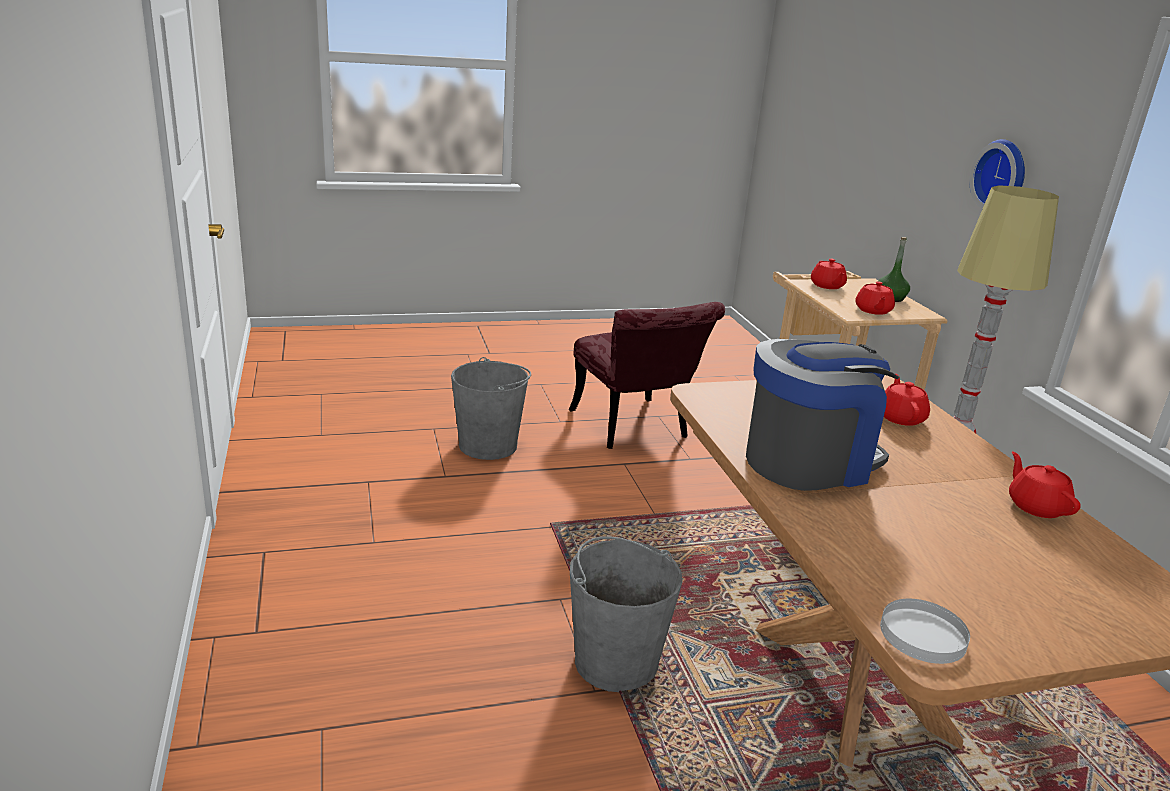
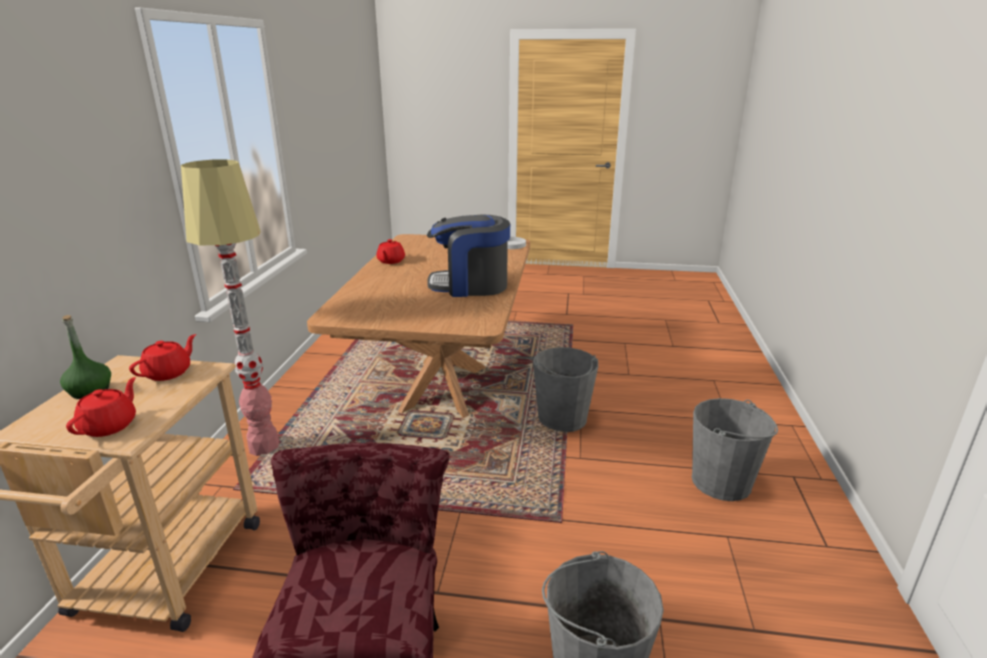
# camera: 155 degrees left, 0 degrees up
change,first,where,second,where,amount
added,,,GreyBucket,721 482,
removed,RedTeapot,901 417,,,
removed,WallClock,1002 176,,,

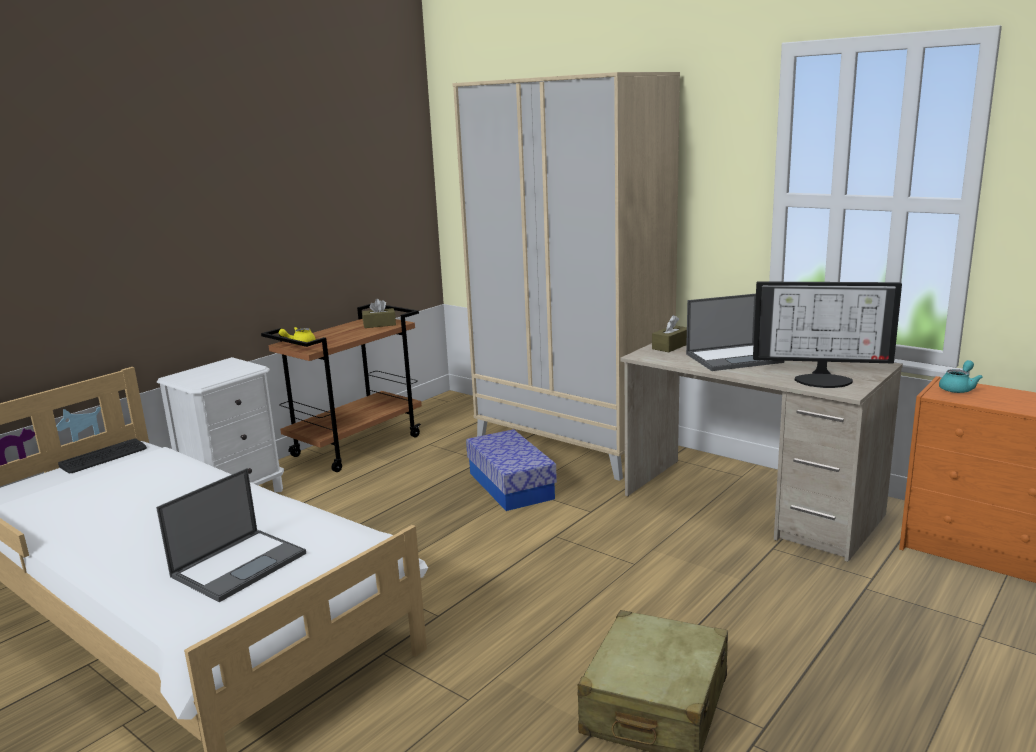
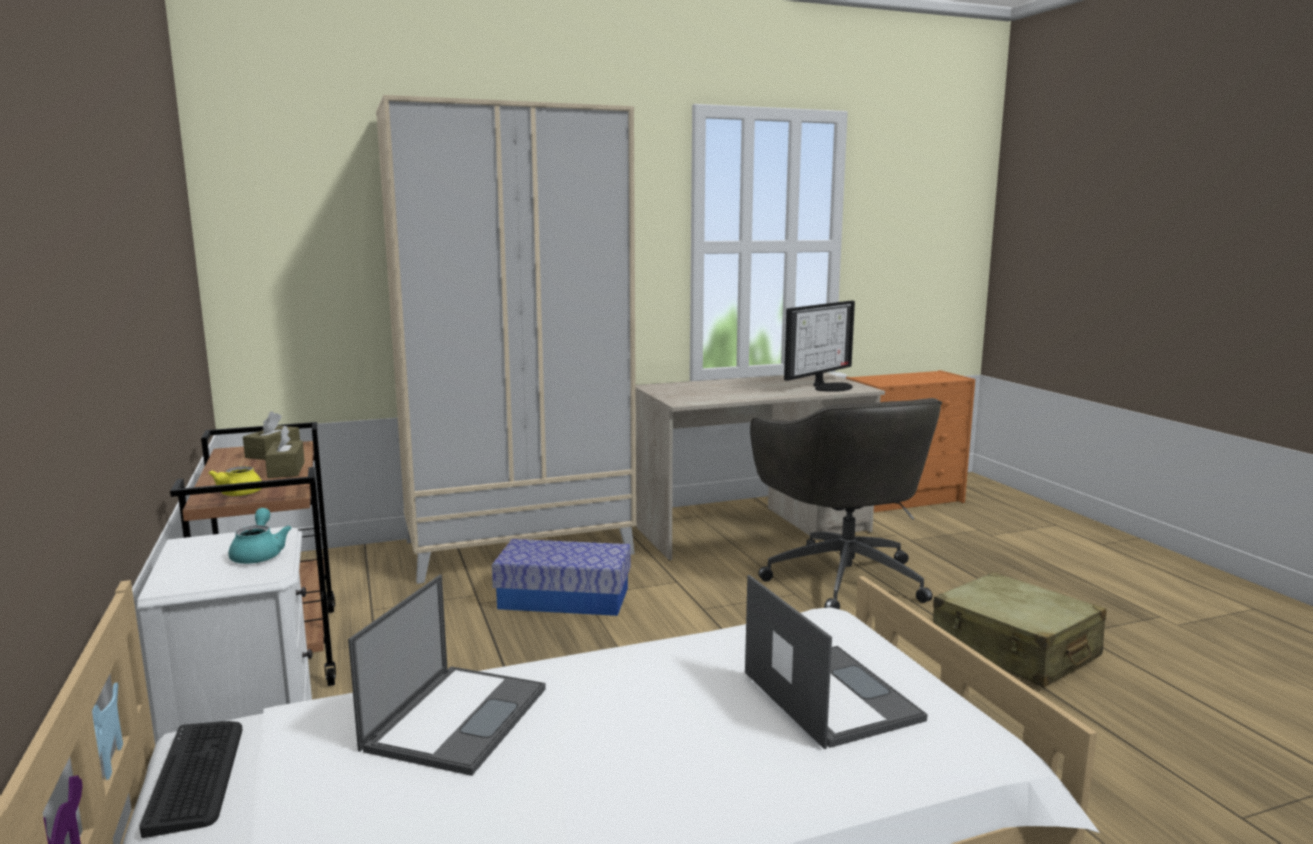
# camera: 60 degrees left, 5 degrees down
change,first,where,second,where,amount
moved,TurquoiseTeapot,958 388,,259 554,
moved,BrownTissueBox,671 346,,286 470,
moved,Laptop,734 358,,457 717,
added,,,GreyOfficeChair,843 577,

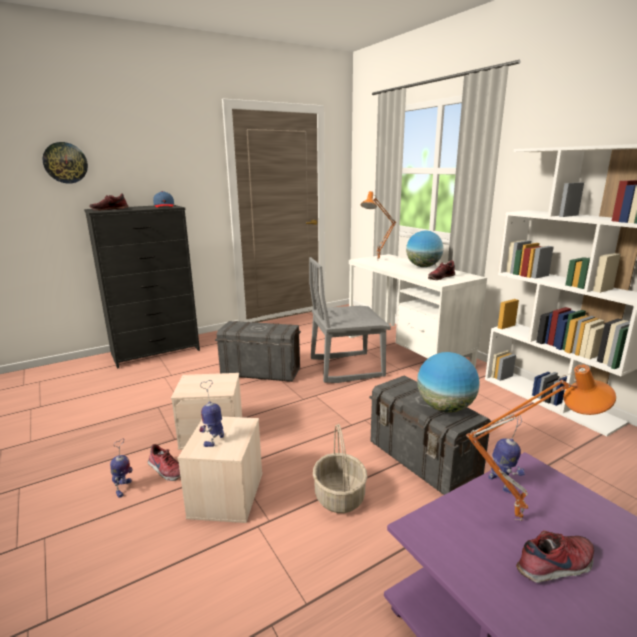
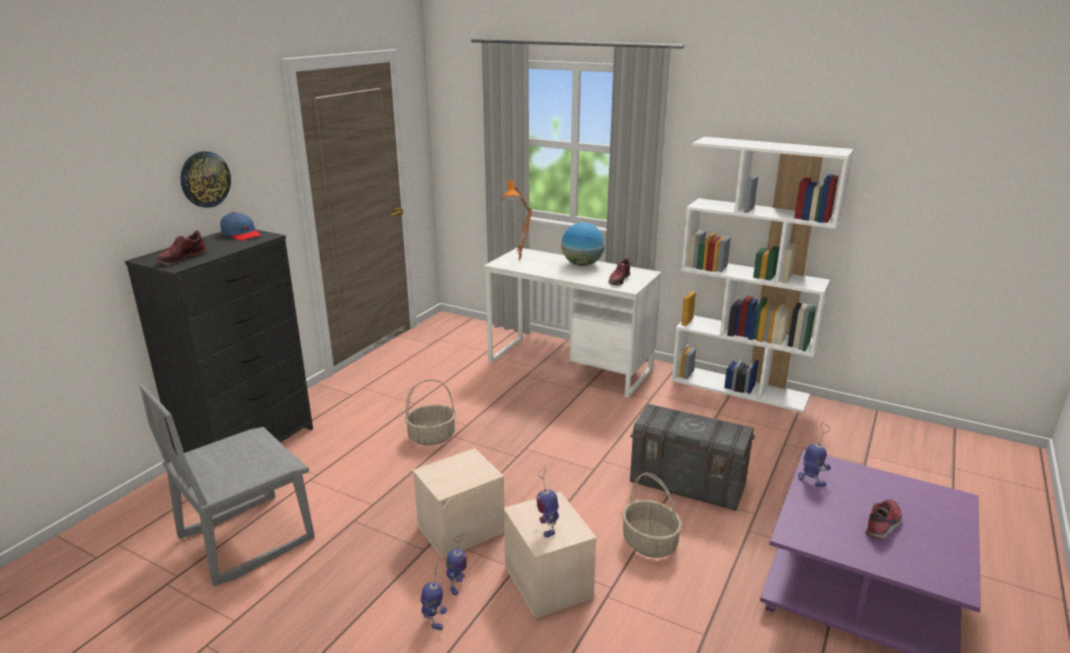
# camera: 30 degrees left, 5 degrees up
change,first,where,second,where,amount
moved,GreyChair,346 367,,246 538,
moved,WallClock,65 163,,205 179,
replaced,GreyStorageBox,260 372,Basket,431 437,
replaced,Shoe,165 470,ToyRobot,457 585,
removed,Globe,445 408,,,
removed,OrangeTableLamp,518 517,,,

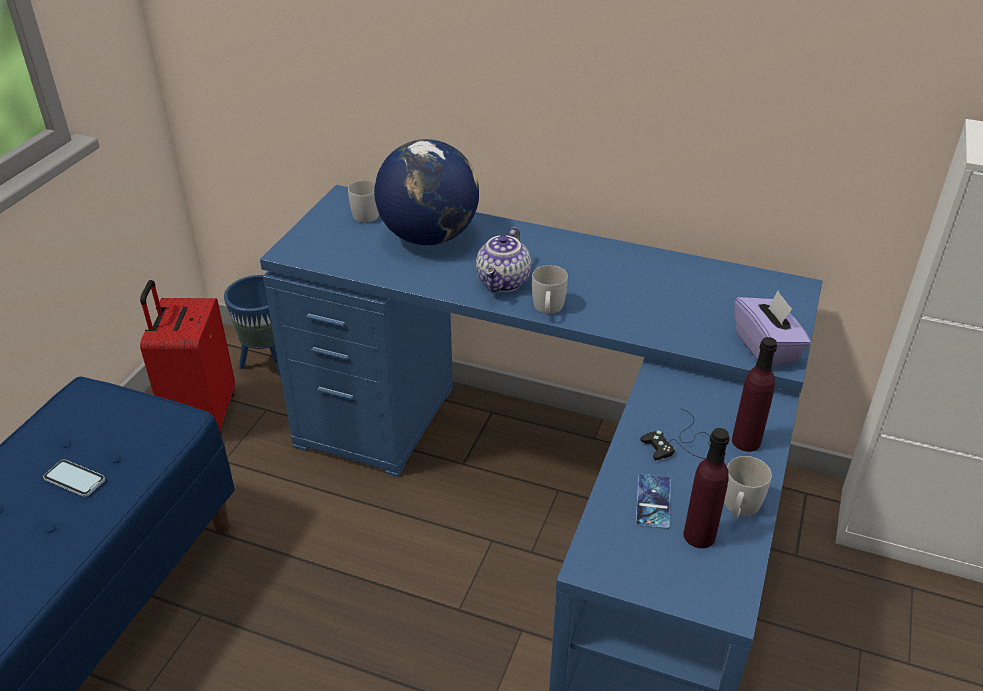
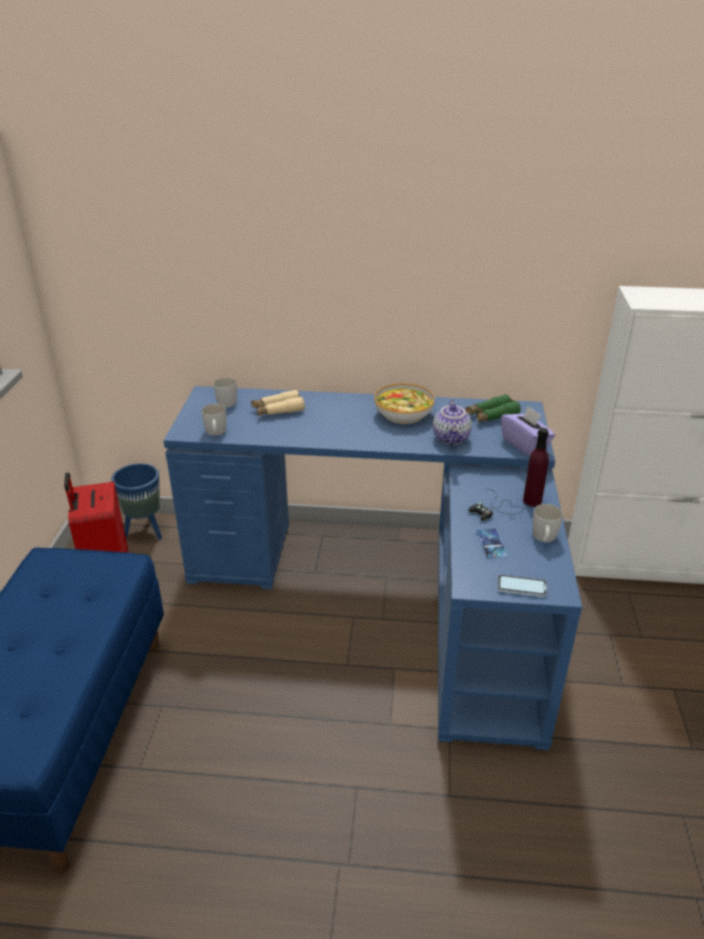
# camera: 15 degrees left, 5 degrees down
change,first,where,second,where,amount
moved,WhiteMug,548 309,,216 433,
replaced,Globe,429 237,BeigeBinoculars,277 410,
added,,,Bowl,403 413,
moved,Teapot,504 282,,452 438,
added,,,GreenBinoculars,491 415,
moved,Phone,74 479,,521 587,
removed,PurpleBottle,699 535,,,

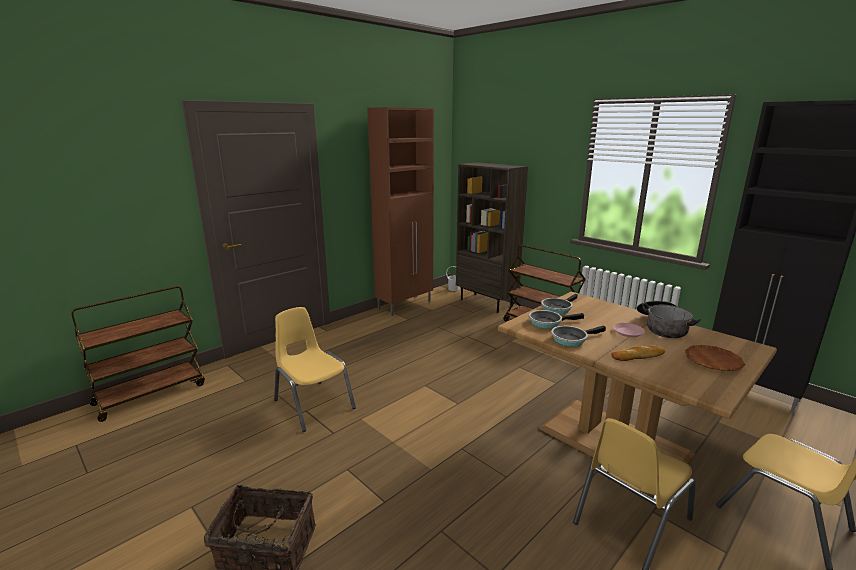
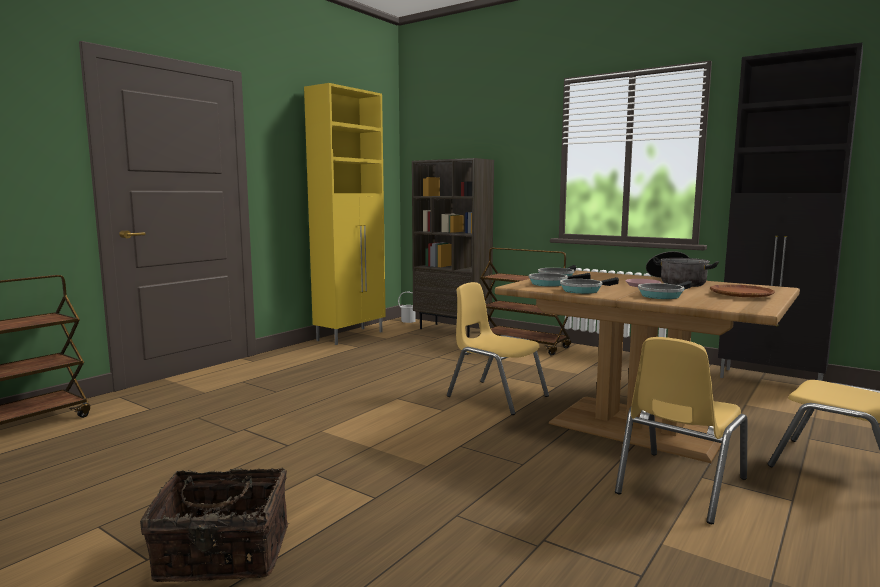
# camera: 10 degrees left, 10 degrees down
change,first,where,second,where,amount
recoloured,BrownCabinet,405 305,YellowCabinet,351 336,
moved,YellowChair,313 404,,496 396,
replaced,Bread,638 356,FryingPan,662 295,

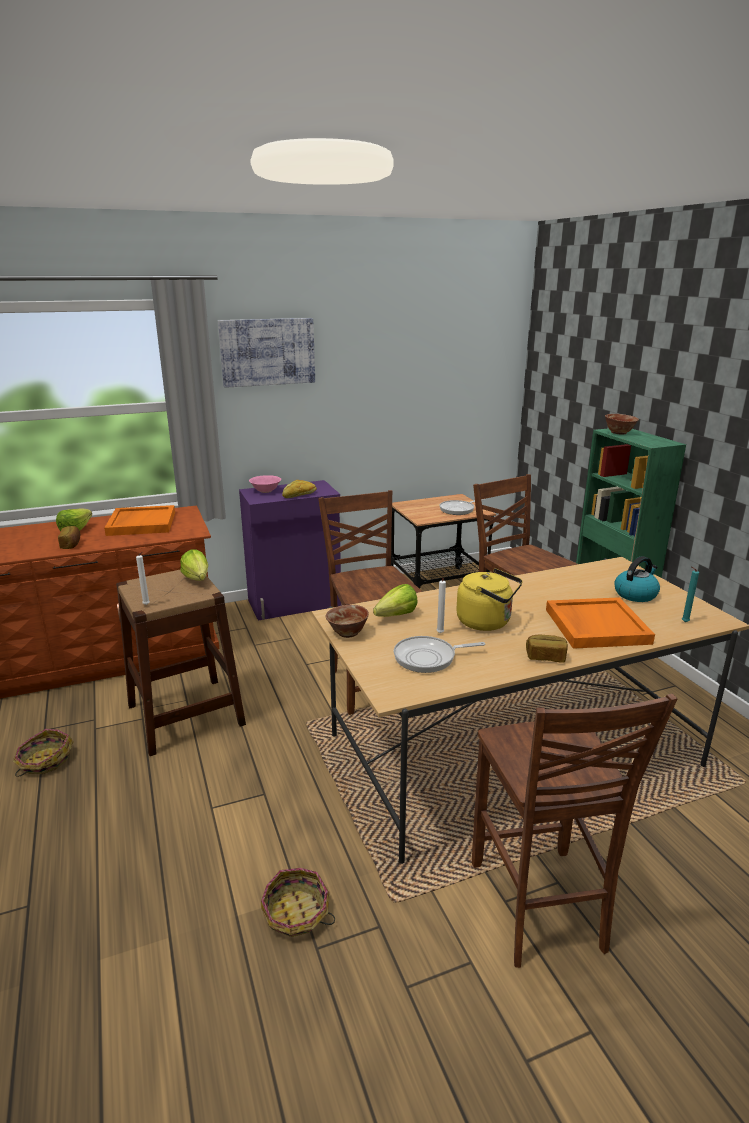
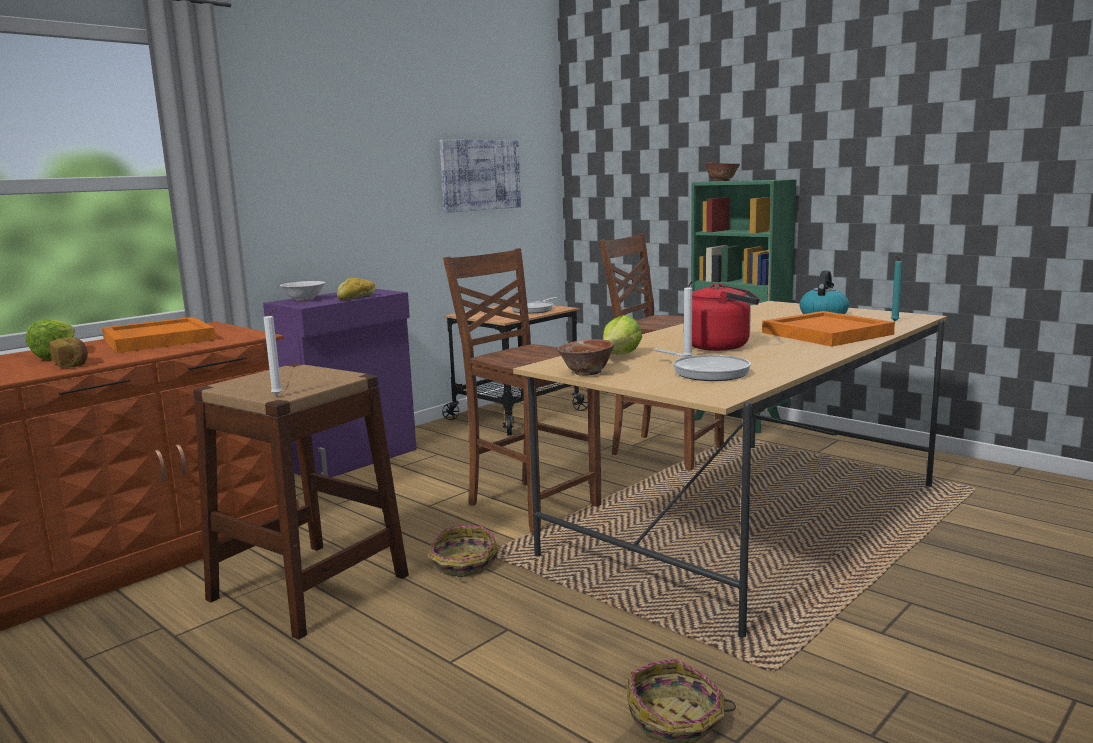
# camera: 25 degrees left, 10 degrees down
change,first,where,second,where,amount
recoloured,PinkBowl,266 491,WhiteBowl,304 300,
moved,Basket,44 761,,463 564,
moved,Picture,267 352,,480 175,
turned,FryingPan,428 658,,707 372,90 degrees counterclockwise
recoloured,YellowKettle,487 622,RedKettle,721 346,
removed,Lettuce,197 581,,,
removed,BrownChair,538 908,,,
removed,Bread,546 657,,,

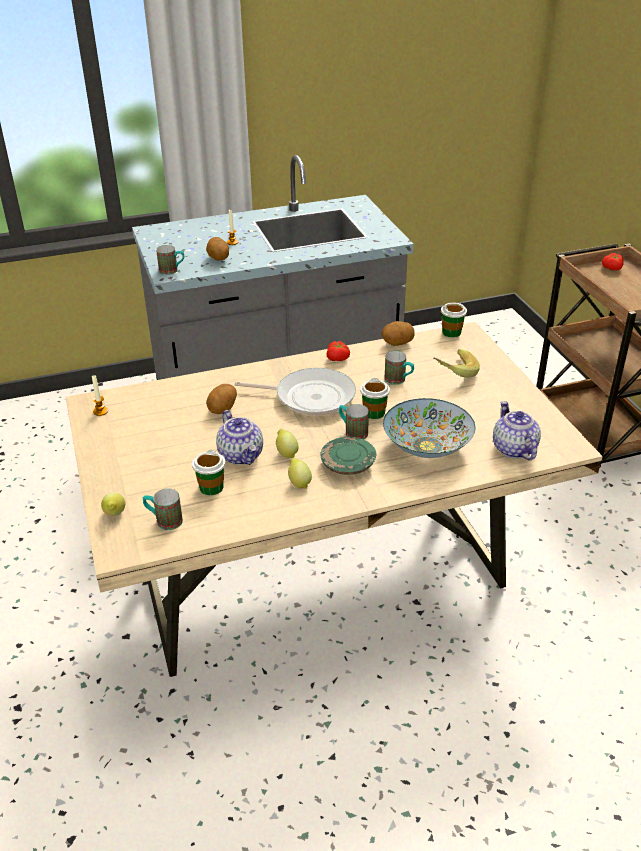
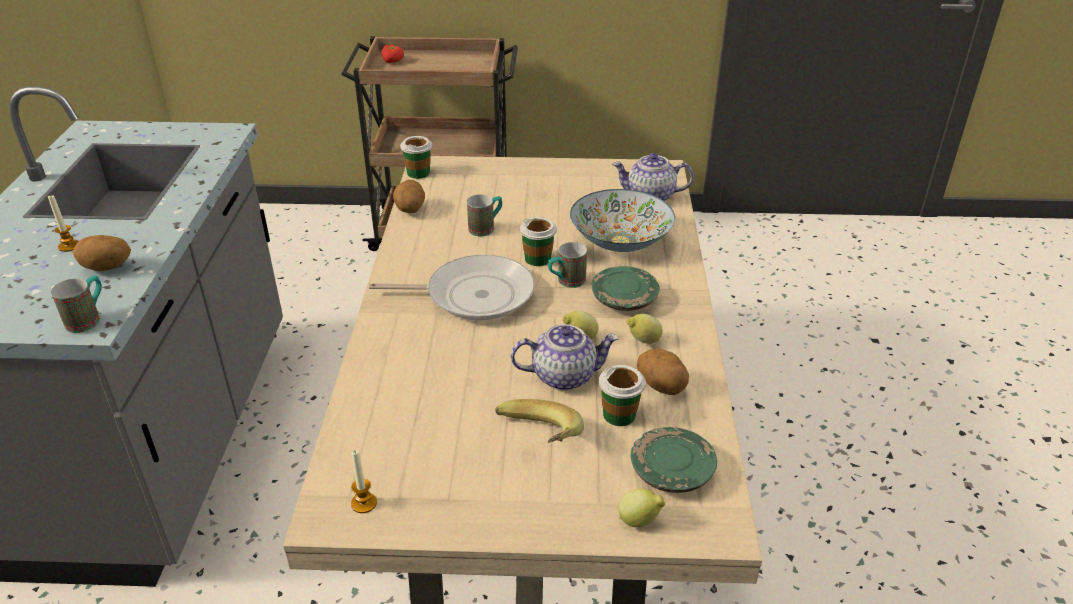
# camera: 70 degrees left, 0 degrees up
change,first,where,second,where,amount
turned,FryingPan,310 397,,473 295,60 degrees clockwise
moved,Banana,452 372,,536 441,
replaced,Mug,164 521,GreenPlate,671 471,
moved,Potato,223 409,,661 386,
removed,Tomato,338 358,,,

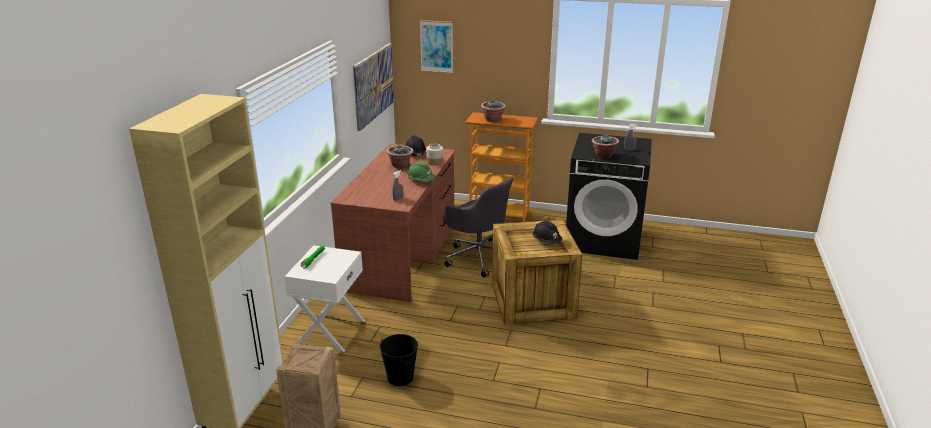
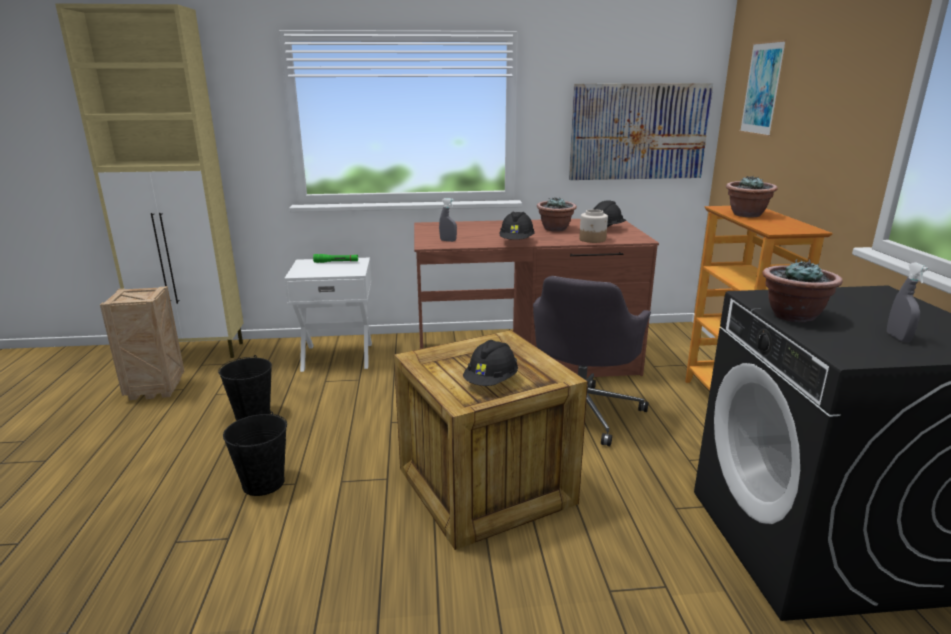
# camera: 70 degrees right, 5 degrees down
change,first,where,second,where,amount
added,,,BlackBucket,263 483,
recoloured,GreenHardHat,421 181,BlackHardHat,516 242,

